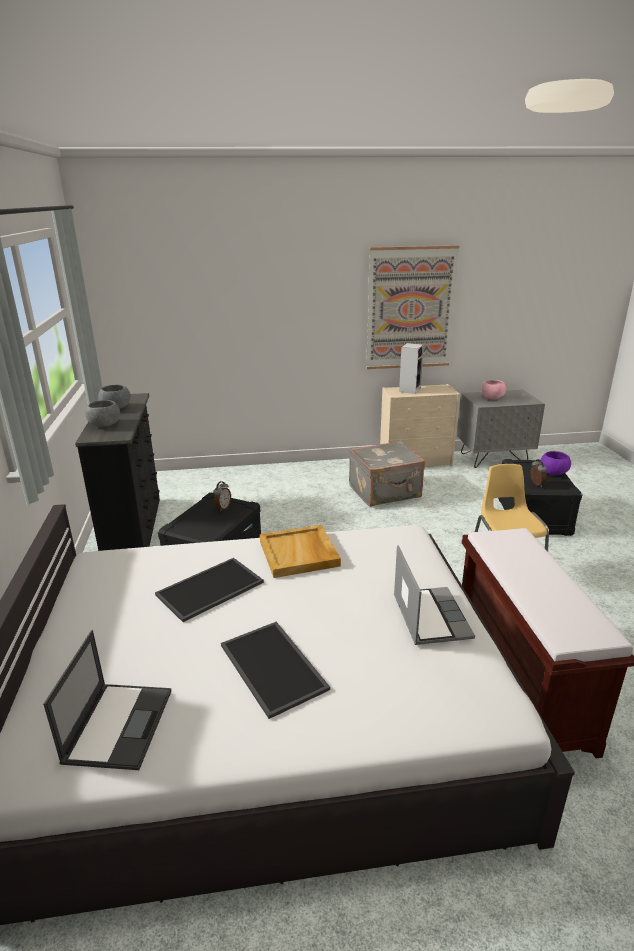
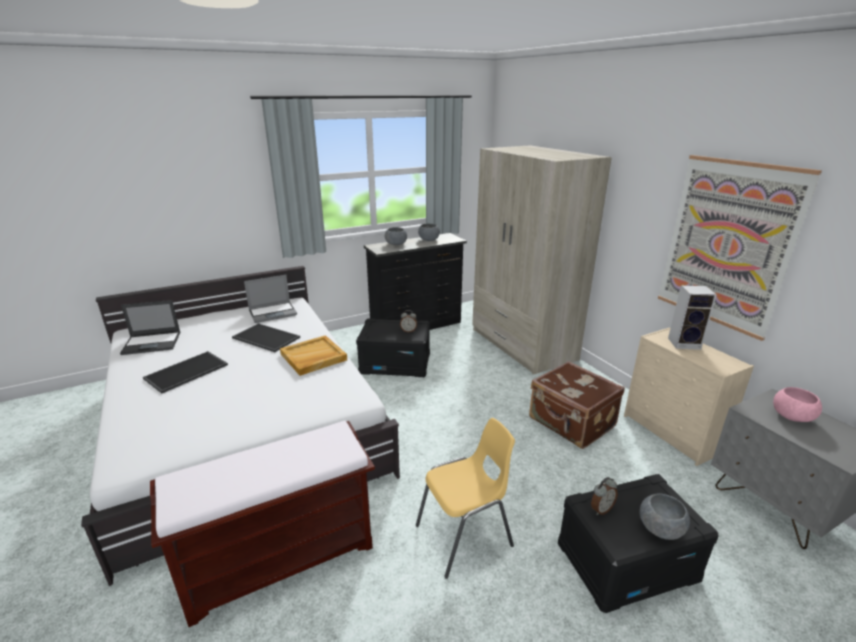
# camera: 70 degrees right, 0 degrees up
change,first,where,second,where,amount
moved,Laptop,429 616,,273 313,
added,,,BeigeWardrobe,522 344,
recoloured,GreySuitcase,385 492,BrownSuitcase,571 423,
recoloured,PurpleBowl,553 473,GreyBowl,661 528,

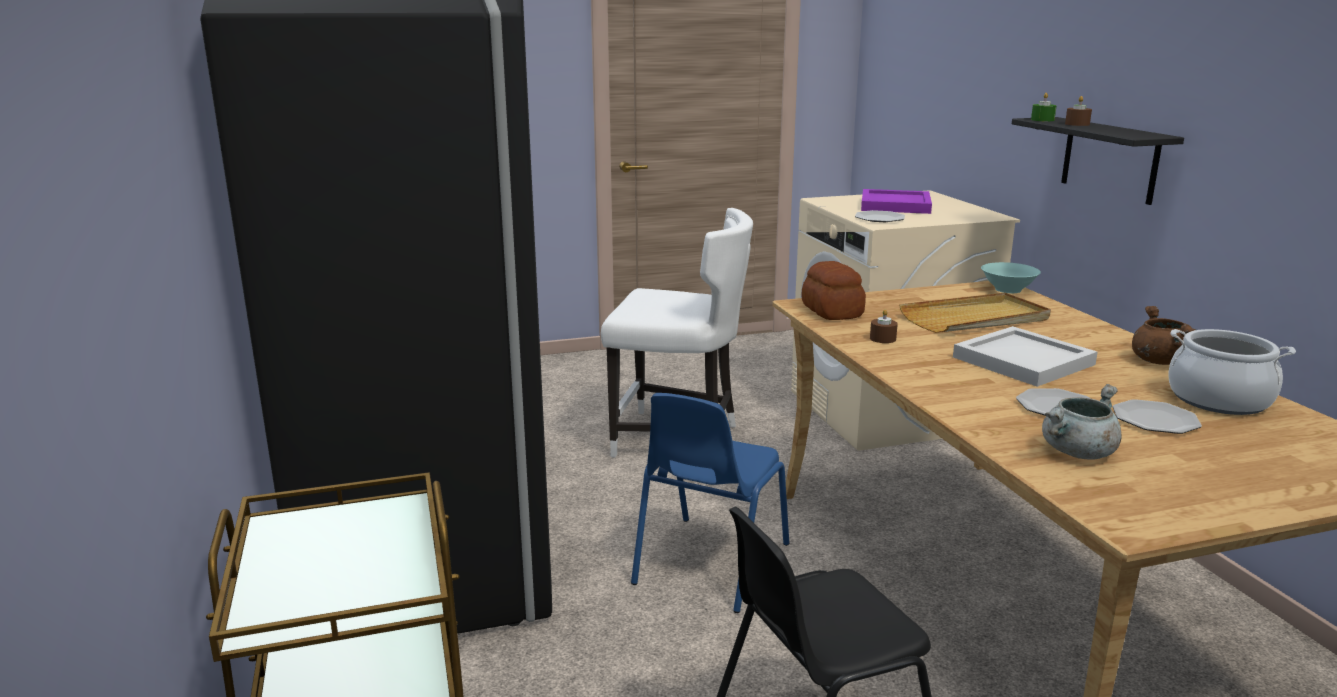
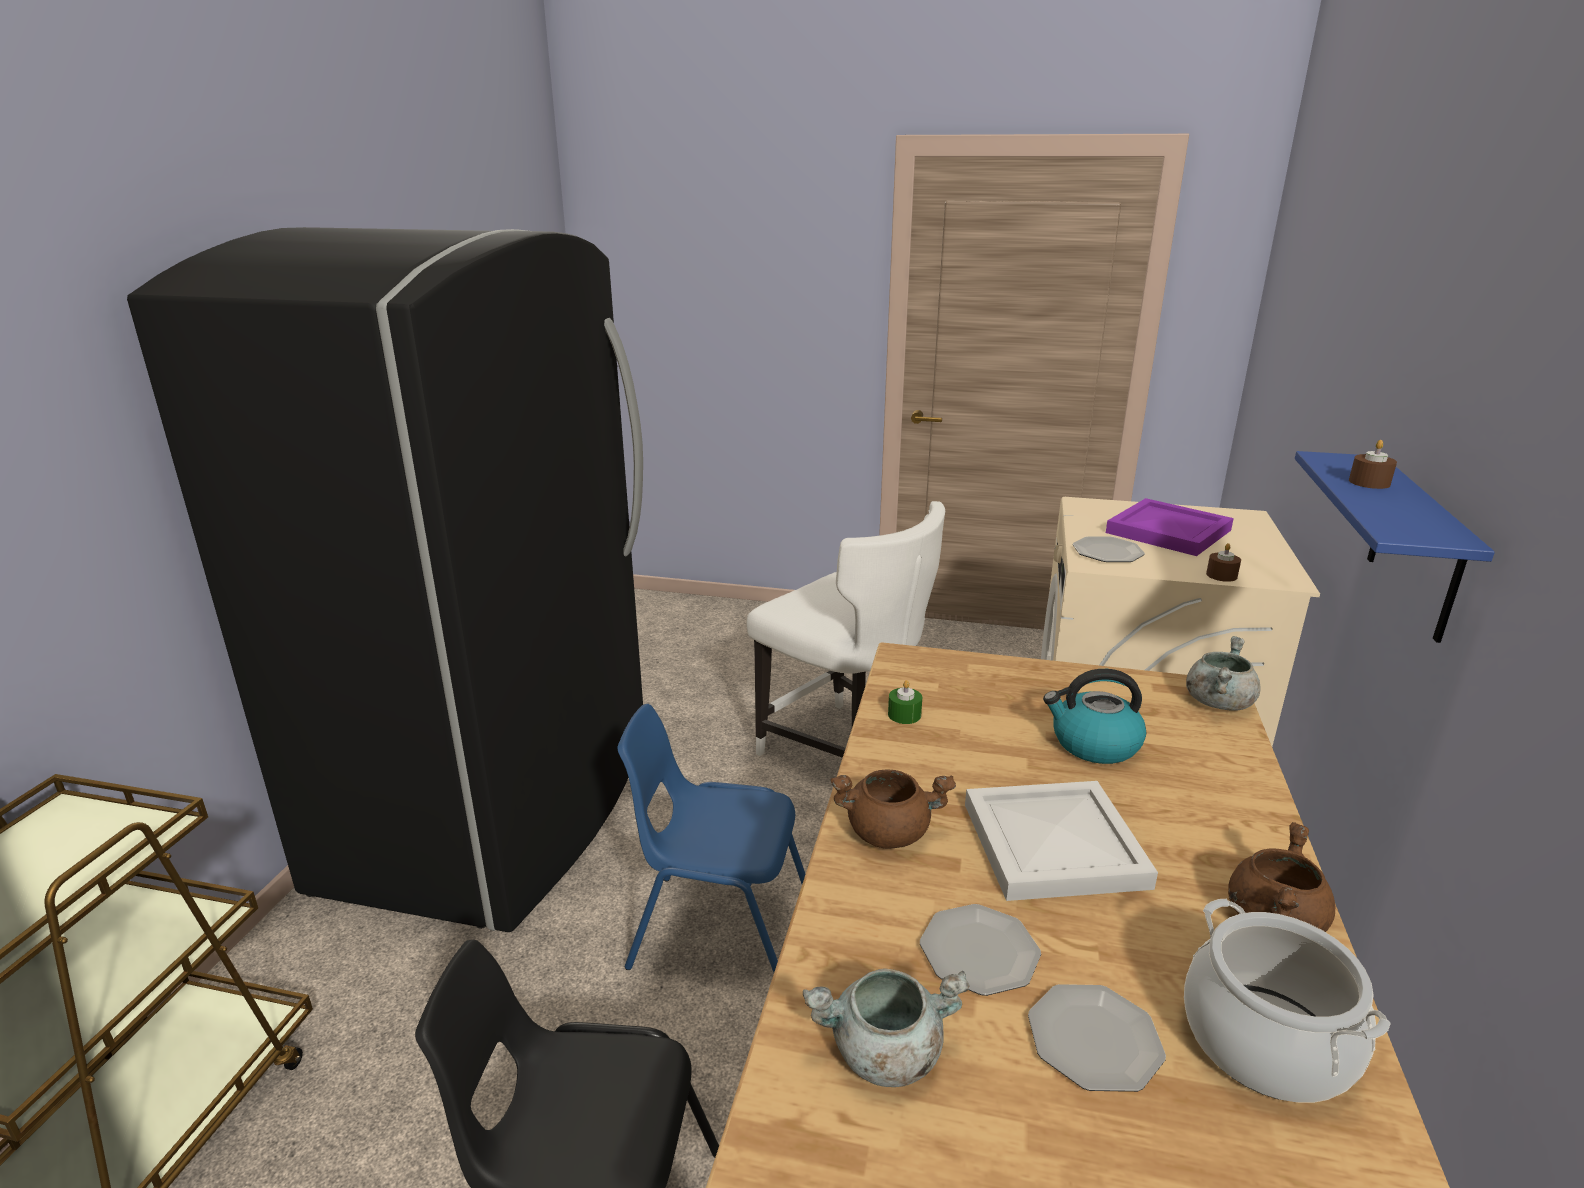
# camera: 30 degrees right, 5 degrees up
change,first,where,second,where,amount
turned,BlueChair,709 564,,719 930,45 degrees clockwise
added,,,BrownCookingPot,889 832,
moved,GreenCandle,1042 120,,904 715,
replaced,BeigeTray,975 319,Kettle,1094 744,
replaced,TurquoiseBowl,1007 289,GreyCookingPot,1218 701,
moved,BrownCandle,882 338,,1221 575,
recoloured,BlackShelf,1109 160,BlueShelf,1416 548,
removed,Bread,832 311,,,

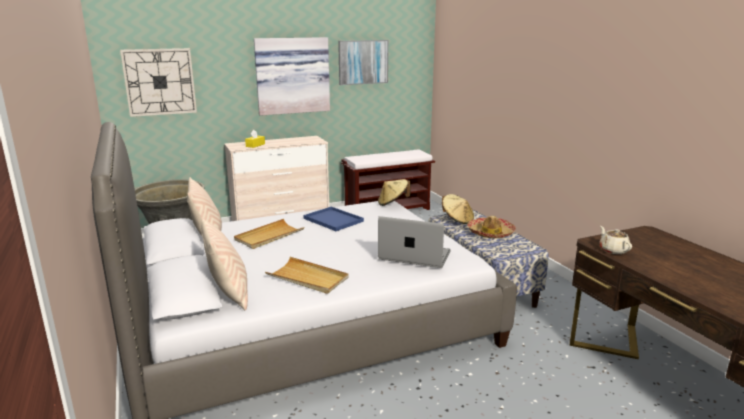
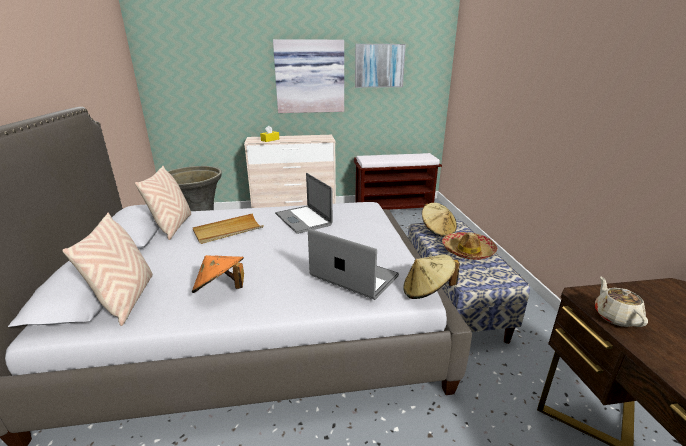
# camera: 15 degrees right, 5 degrees up
change,first,where,second,where,amount
replaced,BeigeTray,307 278,OrangeHat,221 290,
replaced,BlueTray,334 220,Laptop,303 219,
moved,BeigeHat,393 203,,427 291,
removed,WallClock,160 82,,,

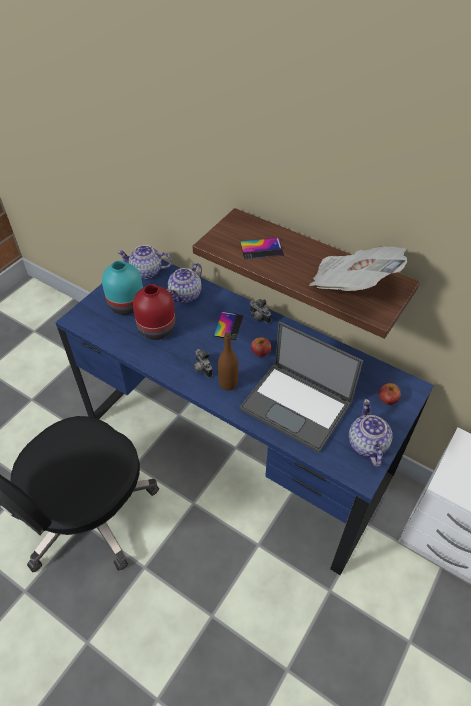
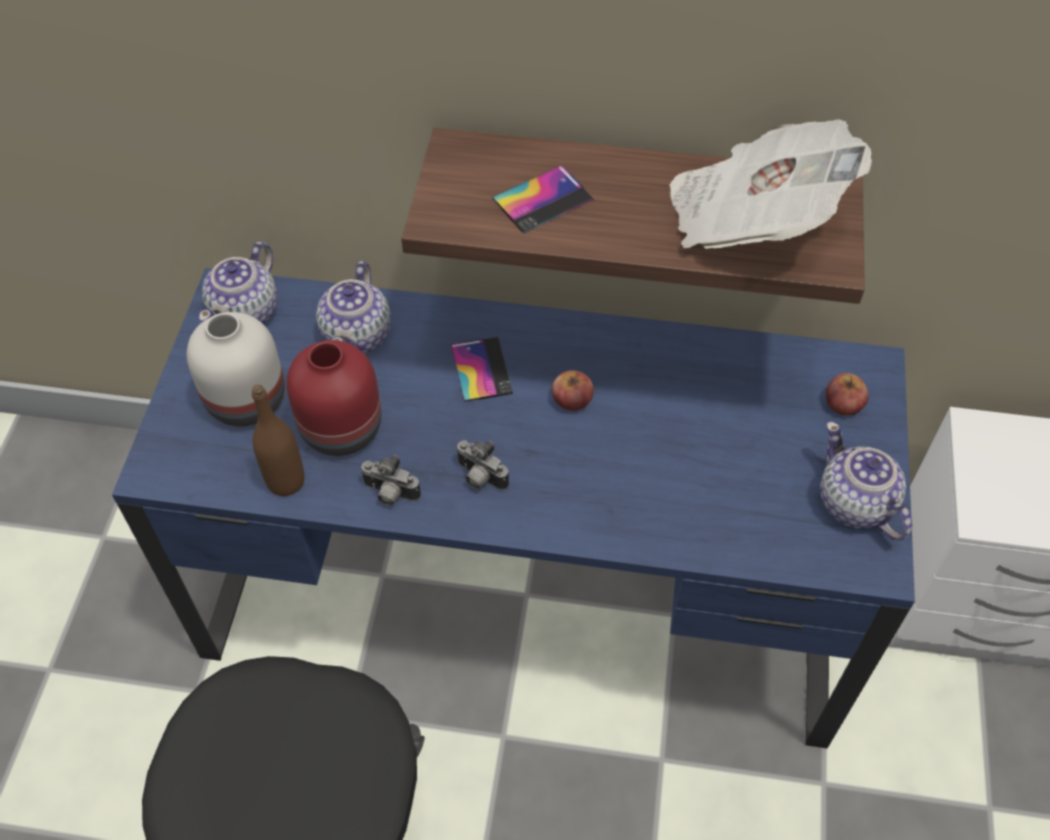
# camera: 25 degrees left, 5 degrees up
change,first,where,second,where,amount
recoloured,TurquoiseVase,126 304,WhiteVase,245 398,
turned,Teapot,147 271,,246 312,45 degrees counterclockwise
moved,BrownBottle,228 383,,286 481,
moved,PhotoCamera,258 318,,389 494,
removed,Laptop,297 406,,,

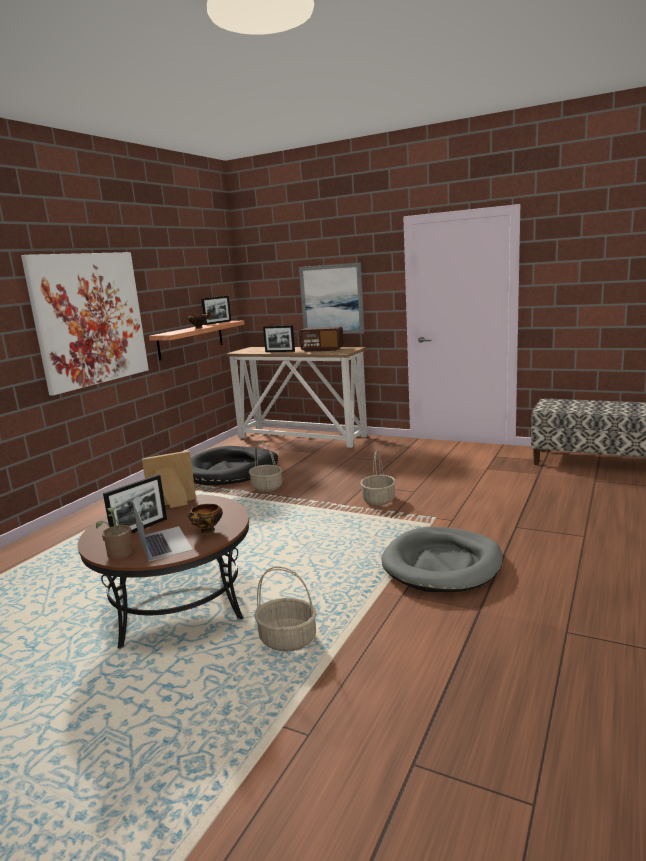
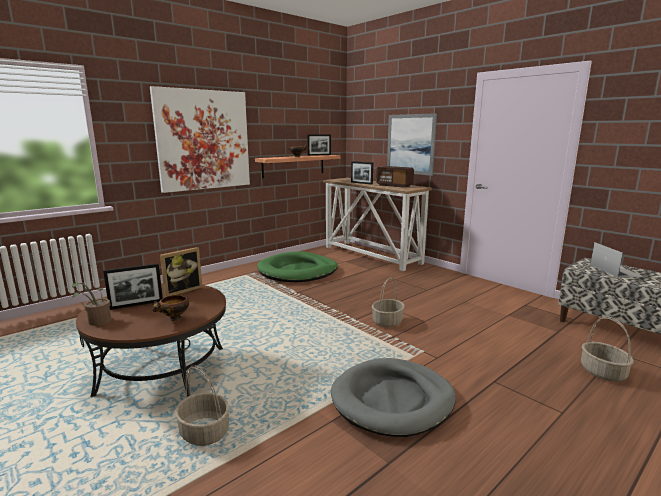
# camera: 20 degrees right, 0 degrees up
change,first,where,second,where,amount
turned,PictureFrame,173 505,,182 290,135 degrees clockwise
recoloured,BlackDogBed,230 470,GreenDogBed,298 271,
moved,Basket,267 487,,603 372,
moved,Laptop,164 543,,615 270,

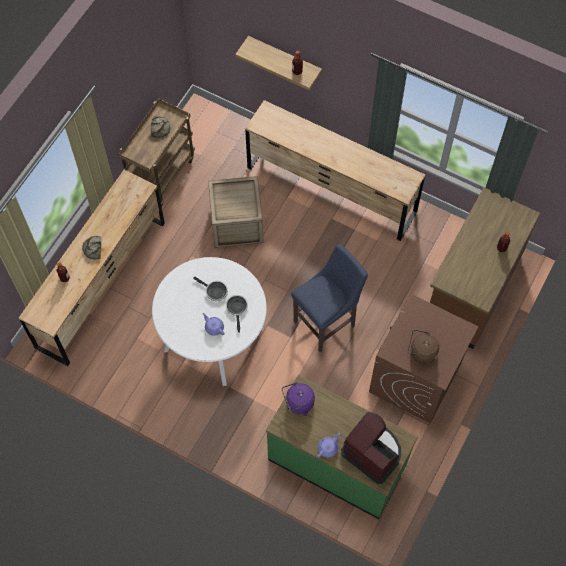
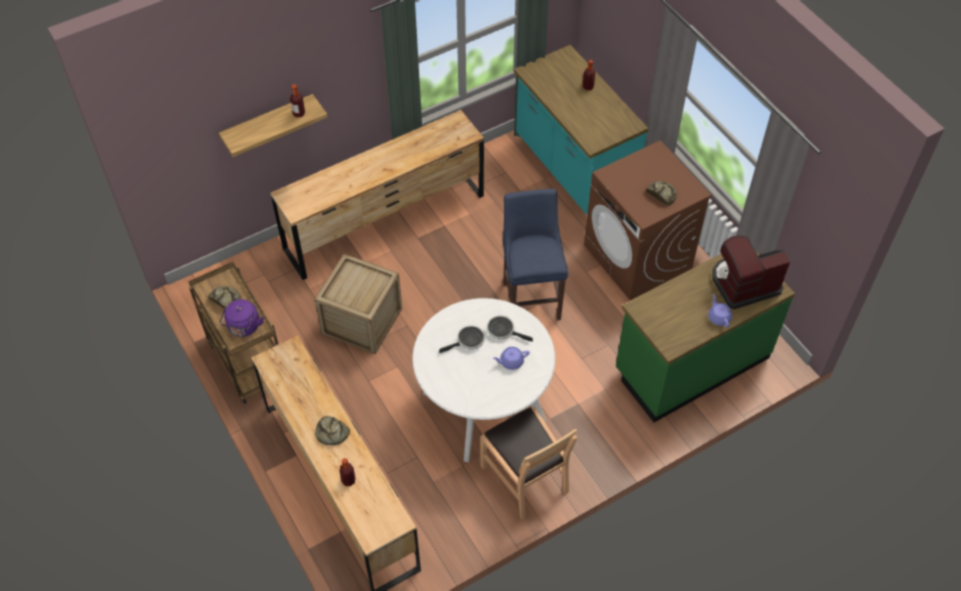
# camera: 60 degrees left, 10 degrees down
change,first,where,second,where,amount
moved,PurpleKettle,298 403,,243 328,
added,,,BrownChair,525 478,
recoloured,BrownCounter,471 289,TurquoiseCounter,573 169,
replaced,BrownKettle,421 353,Bread,661 194,

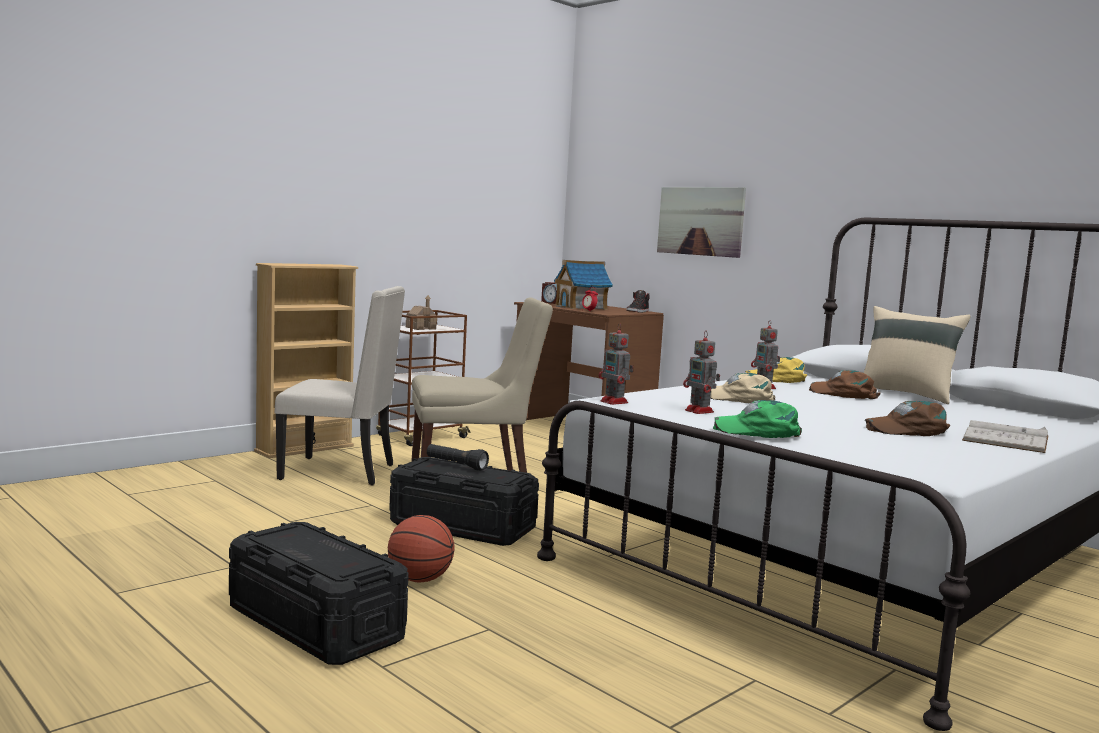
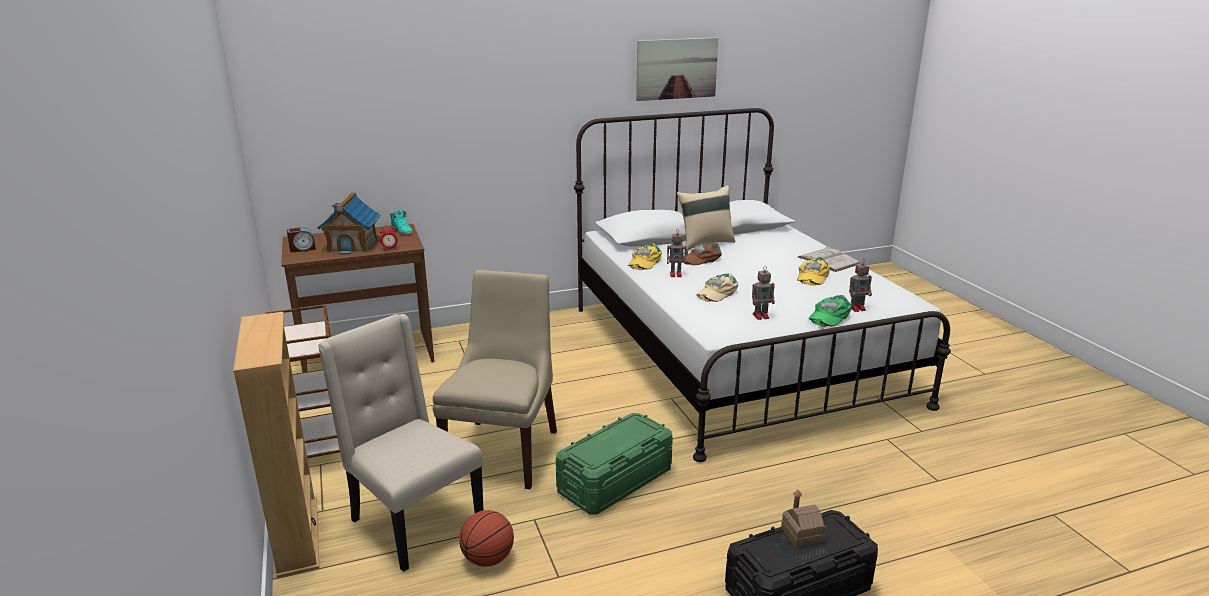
# camera: 65 degrees left, 15 degrees up
change,first,where,second,where,amount
turned,BeigeChair,341 472,,413 522,75 degrees counterclockwise
recoloured,BlackShoe,638 311,TurquoiseShoe,402 231,
moved,Basketball,419 580,,488 559,
recoloured,BlackStorageBox,462 526,GreenStorageBox,614 481,
moved,Picture,700 221,,676 68,
moved,ToyHouse,421 328,,802 534,
recoloured,BrownCap,907 430,YellowCap,812 276,
moved,ToyRobot,615 402,,857 308,
removed,BlackFlashlight,456 465,,,

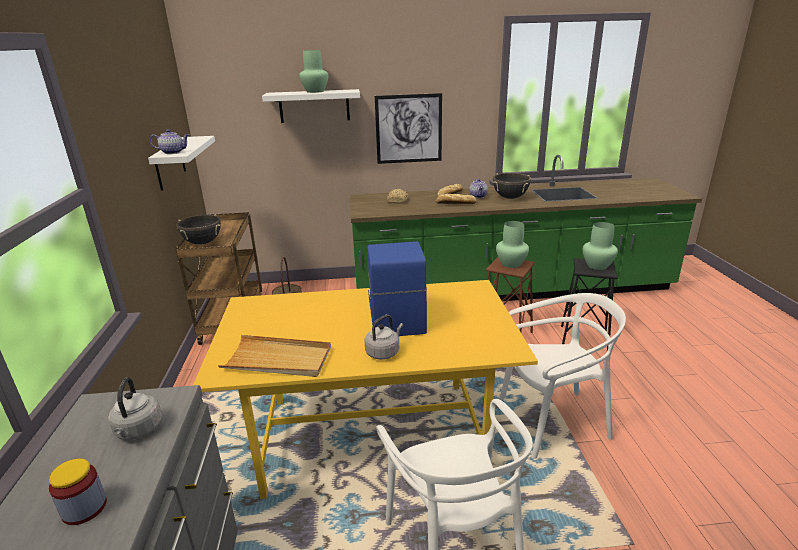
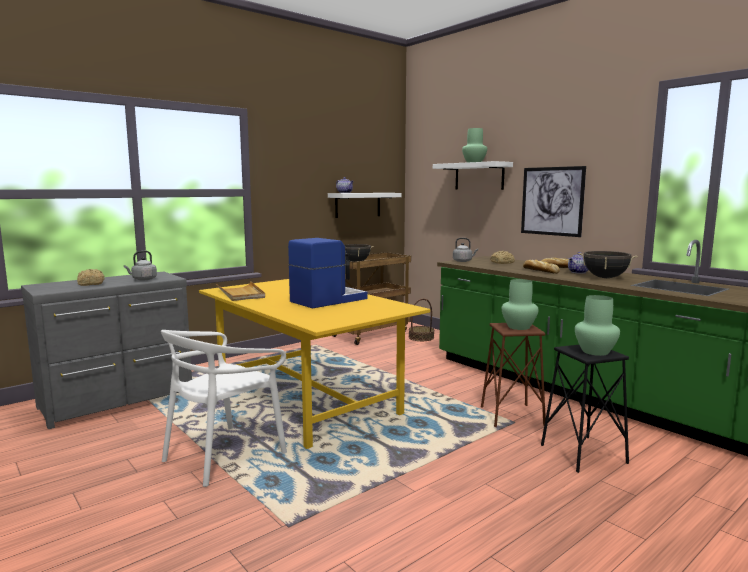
# camera: 55 degrees right, 15 degrees down
change,first,where,second,where,amount
replaced,Jar,84 508,Bread,91 284,
moved,GreyKettle,384 352,,463 261,
removed,WhiteChair,552 421,,,

